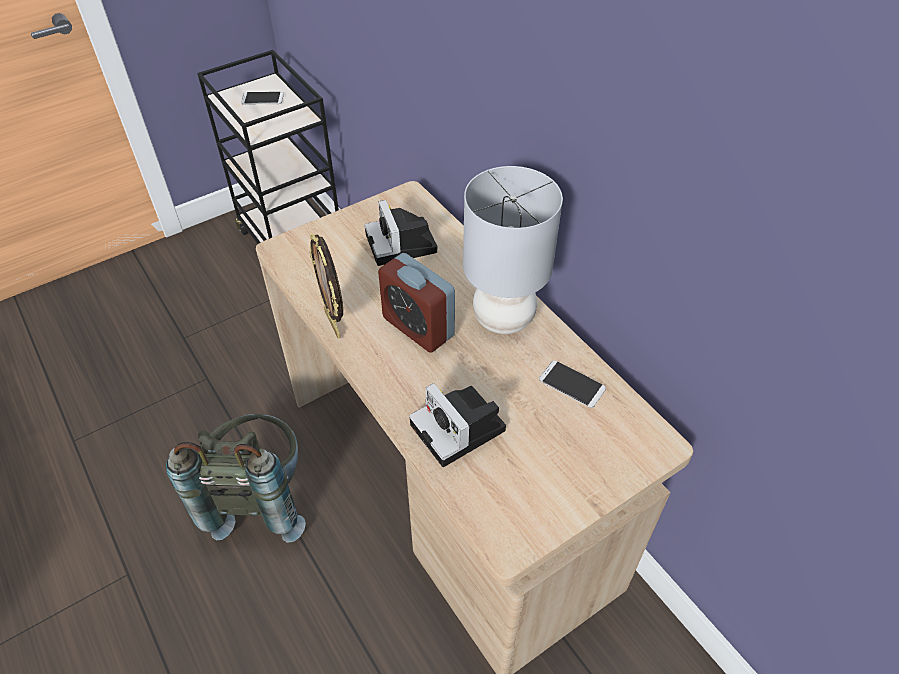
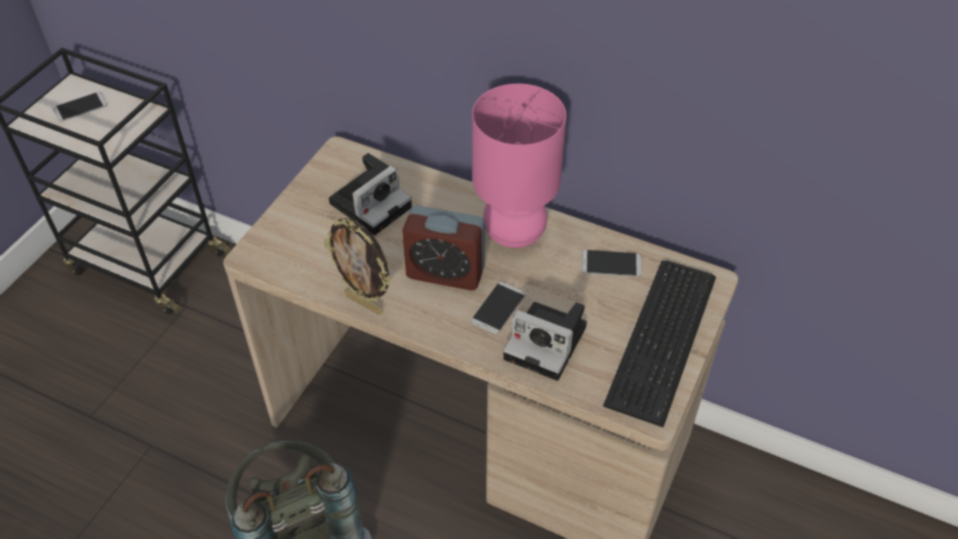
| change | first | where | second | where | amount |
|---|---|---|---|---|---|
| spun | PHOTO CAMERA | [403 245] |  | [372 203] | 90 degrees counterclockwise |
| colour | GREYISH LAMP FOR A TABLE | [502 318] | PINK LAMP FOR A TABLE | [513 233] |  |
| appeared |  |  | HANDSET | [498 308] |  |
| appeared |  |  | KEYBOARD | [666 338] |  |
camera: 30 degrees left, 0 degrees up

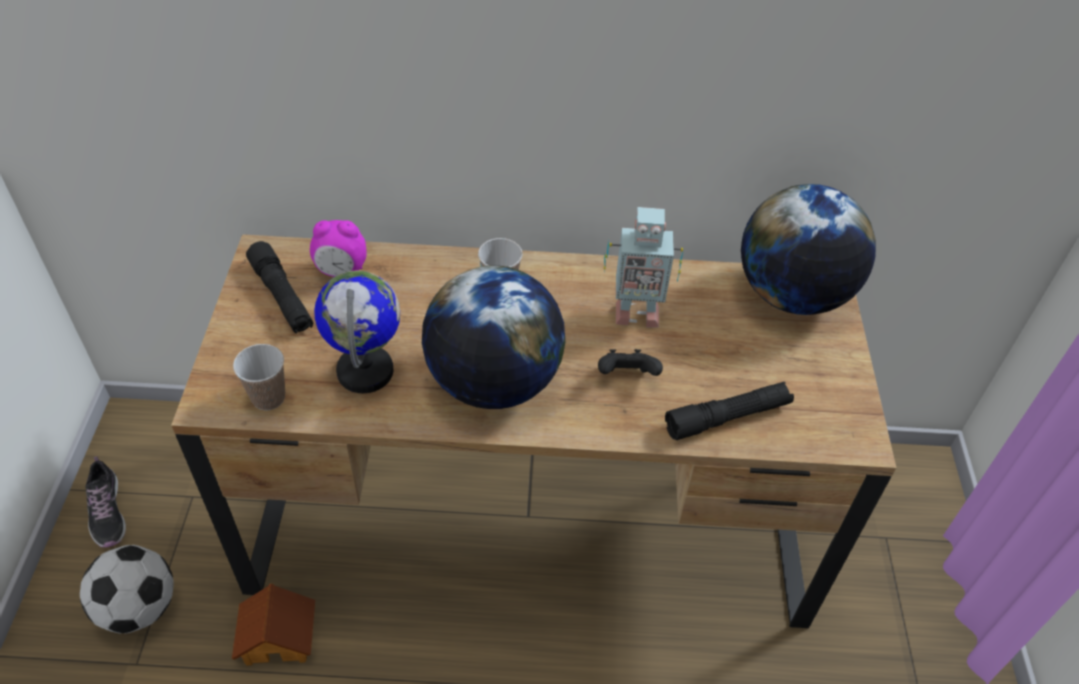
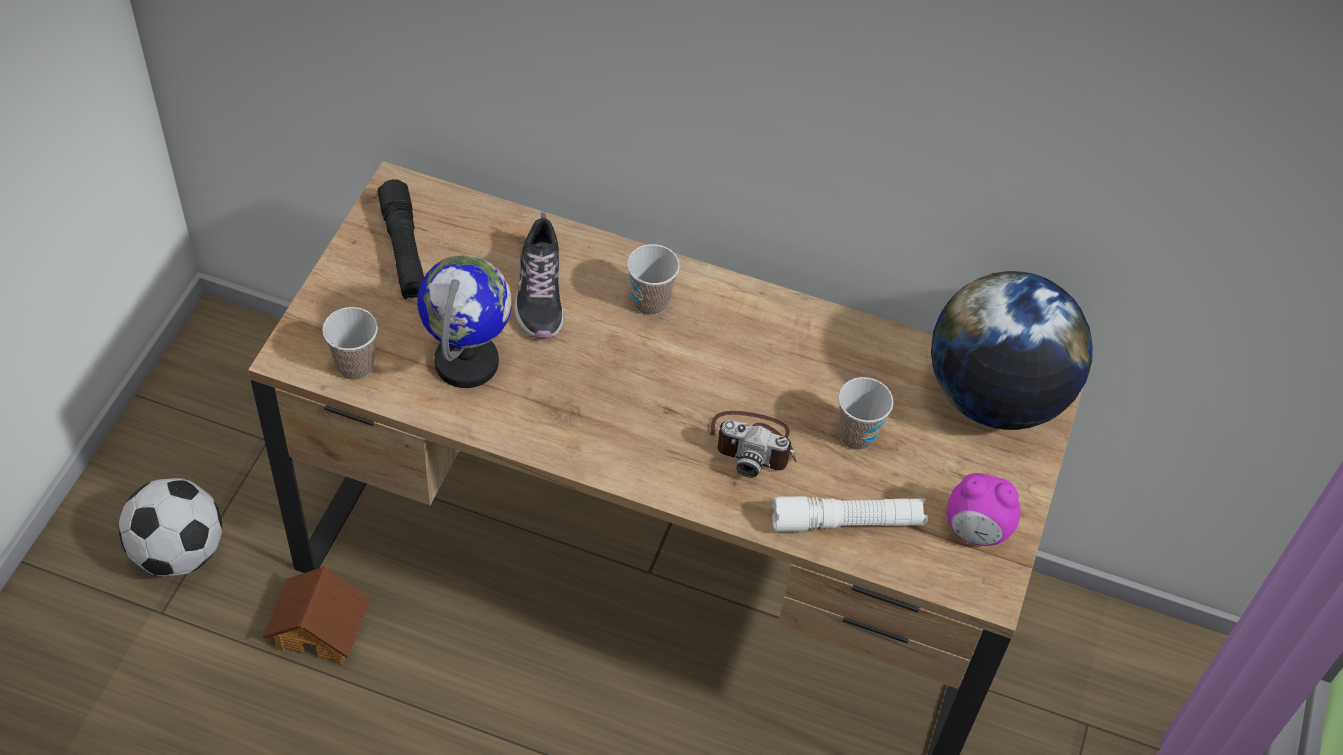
| change | first | where | second | where | amount |
|---|---|---|---|---|---|
| relocated | ITEM OF FOOTWEAR | [107 512] |  | [540 293] |  |
| relocated | BEDSIDE CLOCK | [341 270] |  | [976 530] |  |
| missing | DESK GLOBE | [493 382] |  |  |  |
| exchanged | BLACK JOYPAD | [627 376] | PHOTO CAMERA | [753 444] |  |
| missing | MODEL ROBOT | [635 312] |  |  |  |
| colour | BLACK HAND TORCH | [727 417] | WHITISH HAND TORCH | [847 522] |  |
| appeared |  |  | CUP | [857 435] |  |
camera: 15 degrees right, 5 degrees up

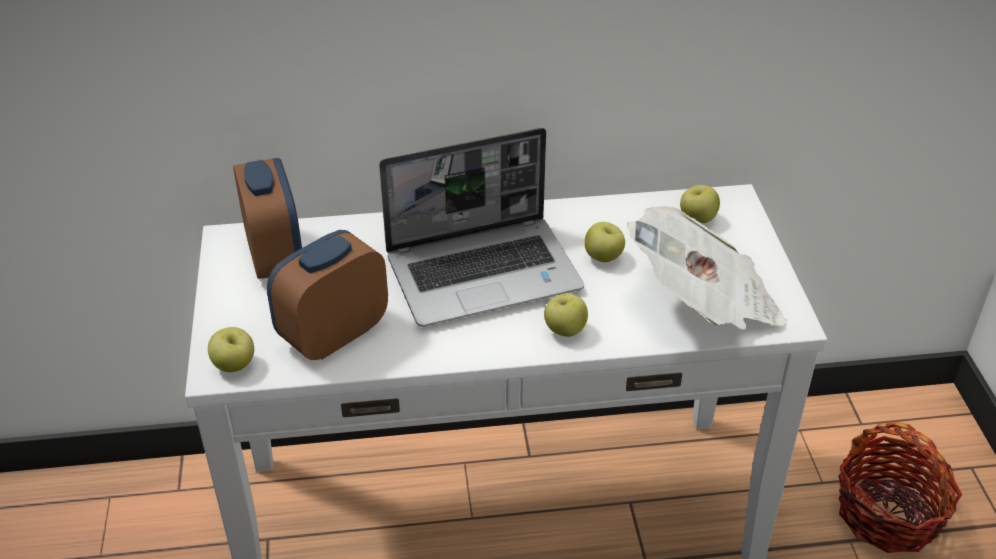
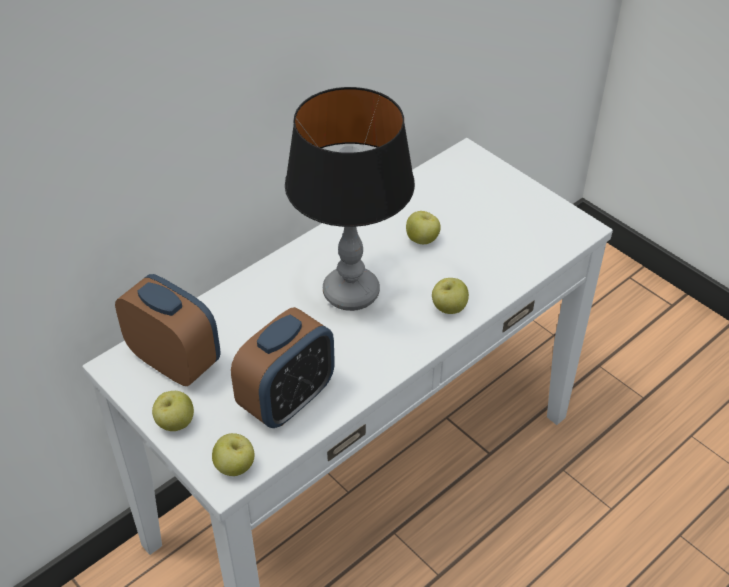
| change | first | where | second | where | amount |
|---|---|---|---|---|---|
| spun | BEDSIDE CLOCK | [333 335] |  | [287 400] | 150 degrees counterclockwise |
| exchanged | LAPTOP | [485 272] | LAMP FOR A TABLE | [351 292] |  |
| missing | PRINTED PAPER | [704 303] |  |  |  |
| relocated | APPLE | [697 219] |  | [175 423] |  |
| missing | STORAGE BASKET | [888 514] |  |  |  |
camera: 35 degrees left, 5 degrees up

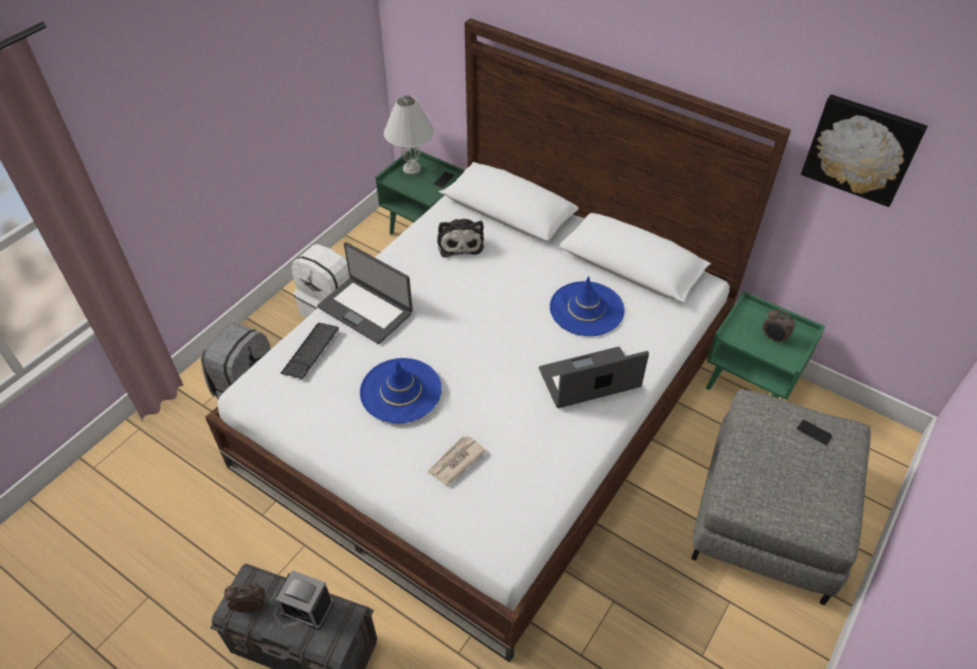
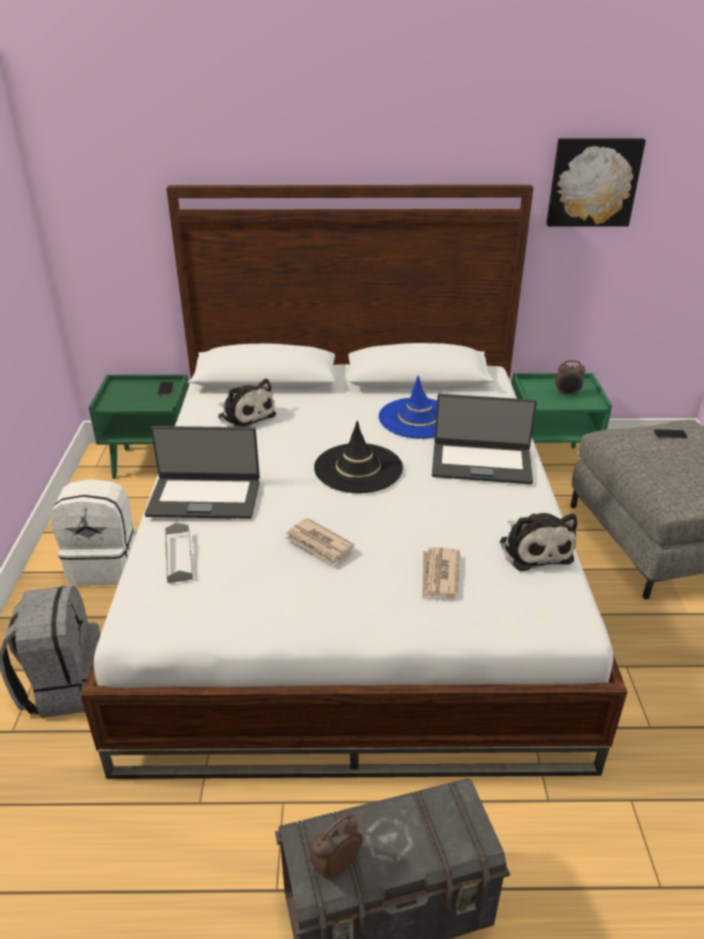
| change | first | where | second | where | amount |
|---|---|---|---|---|---|
| missing | BEDSIDE CLOCK | [307 608] |  |  |  |
| exchanged | KEYBOARD | [310 351] | GREYISH SERVING TRAY | [179 556] |  |
| exchanged | BLUE-COLOURED WEARABLE HAT | [401 390] | PRINTED PAPER | [319 544] |  |
| missing | WHITISH LAMP FOR A TABLE | [412 168] |  |  |  |
| spun | LAPTOP | [589 380] |  | [481 463] | 120 degrees counterclockwise |
| appeared |  |  | BLACK WEARABLE HAT | [358 468] |  |
| appeared |  |  | PLUSH TOY | [534 549] |  |
camera: 35 degrees left, 15 degrees down

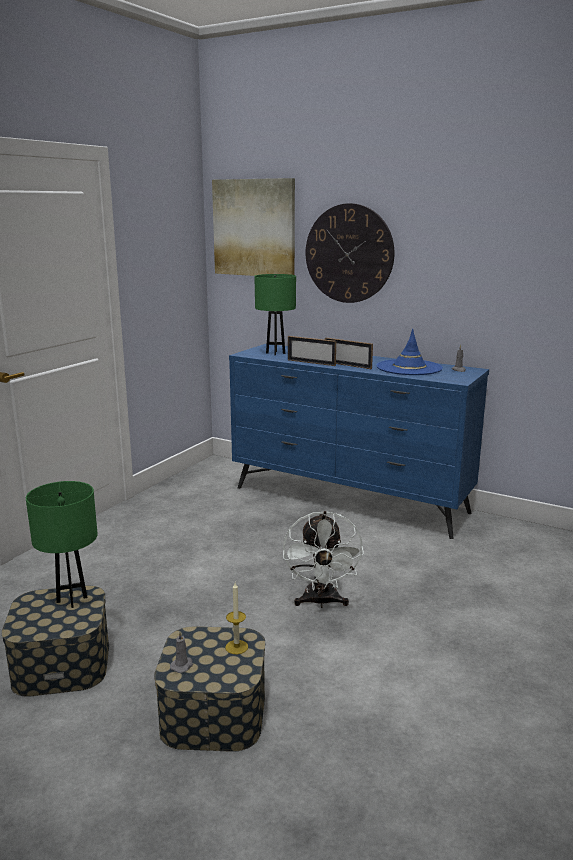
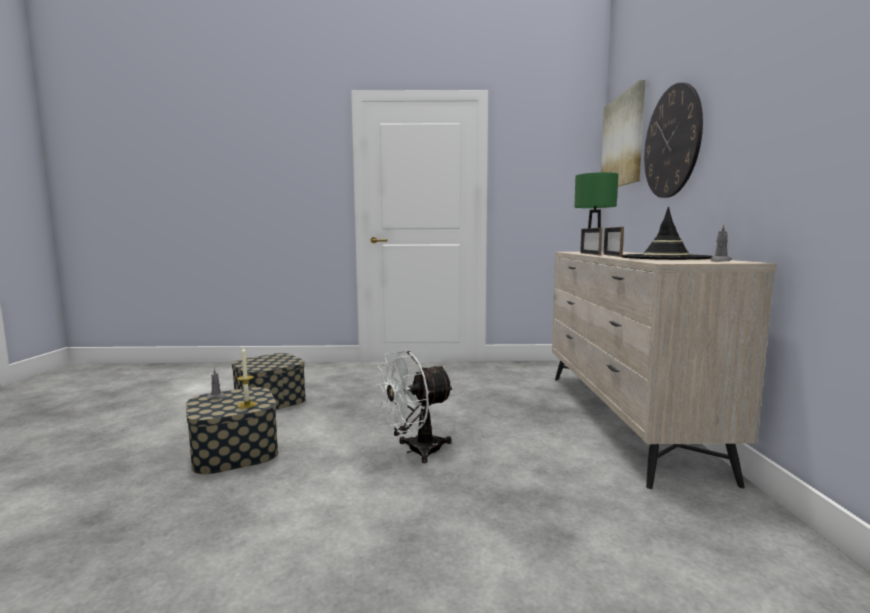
| change | first | where | second | where | amount |
|---|---|---|---|---|---|
| missing | GREEN-COLOURED LAMP FOR A TABLE | [71 599] |  |  |  |
| colour | BLUE-COLOURED DRESSER | [349 500] | BEIGE DRESSER | [622 419] |  |
| colour | BLUE-COLOURED WEARABLE HAT | [409 368] | BLACK WEARABLE HAT | [665 258] |  |
camera: 60 degrees right, 10 degrees down

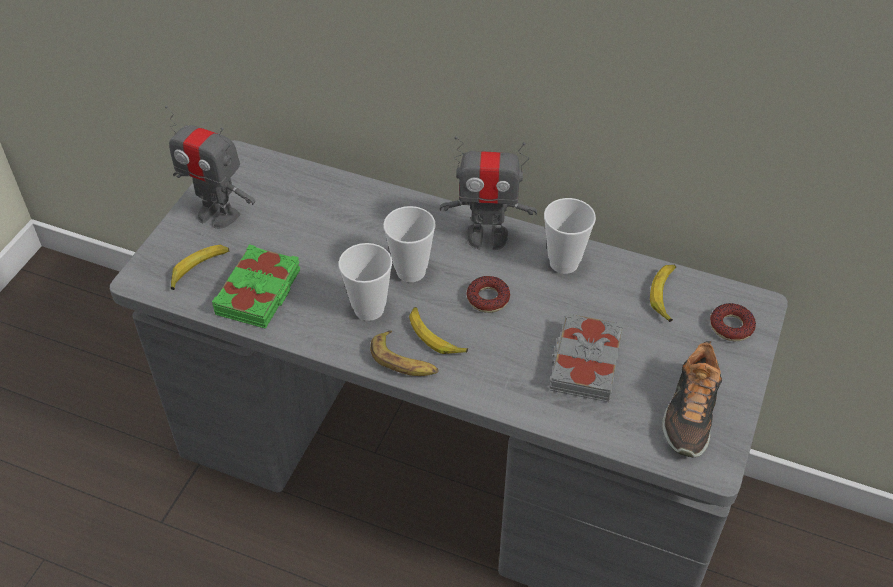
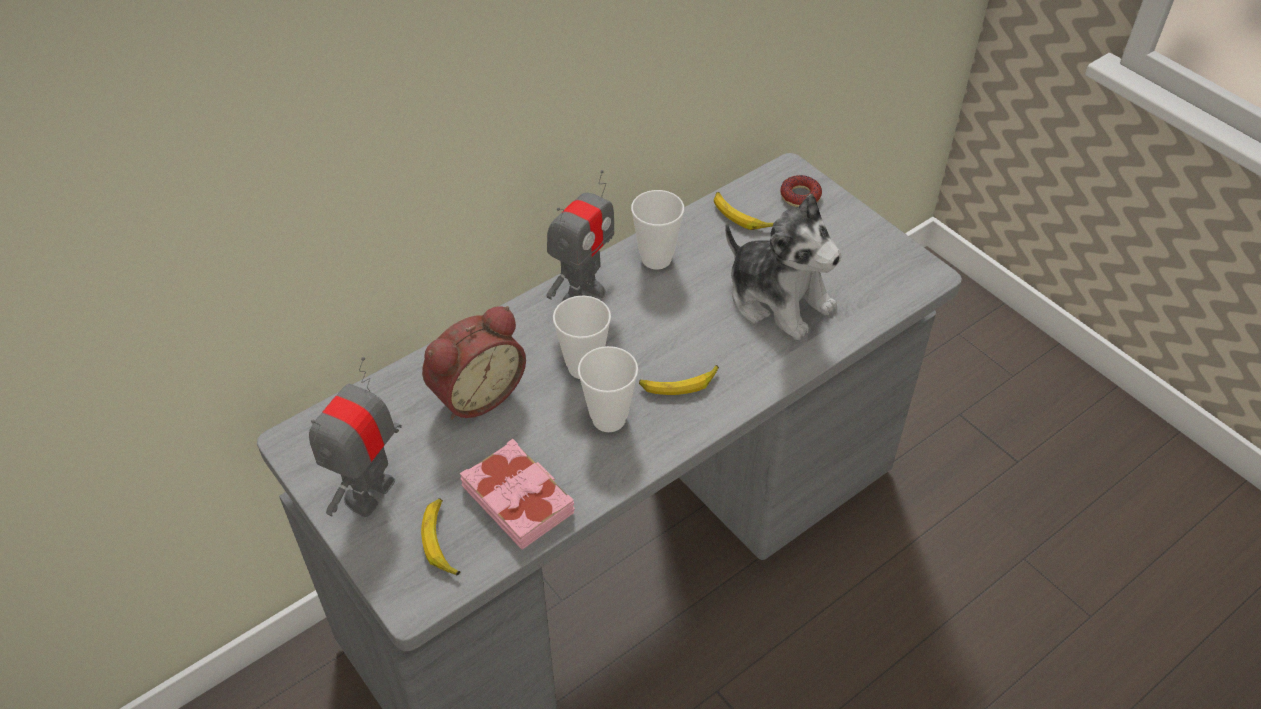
| change | first | where | second | where | amount |
|---|---|---|---|---|---|
| spun | MODEL ROBOT | [218 214] |  | [370 493] | 150 degrees clockwise |
| colour | GREEN-COLOURED BOUND BOOK | [259 292] | PINK BOUND BOOK | [519 499] |  |
| missing | BANANA | [404 361] |  |  |  |
| missing | DONUT | [488 298] |  |  |  |
| exchanged | GREYISH BOUND BOOK | [584 362] | PLUSH TOY | [778 299] |  |
| missing | ITEM OF FOOTWEAR | [690 411] |  |  |  |
| appeared |  |  | BEDSIDE CLOCK | [475 393] |  |
camera: 60 degrees left, 0 degrees up

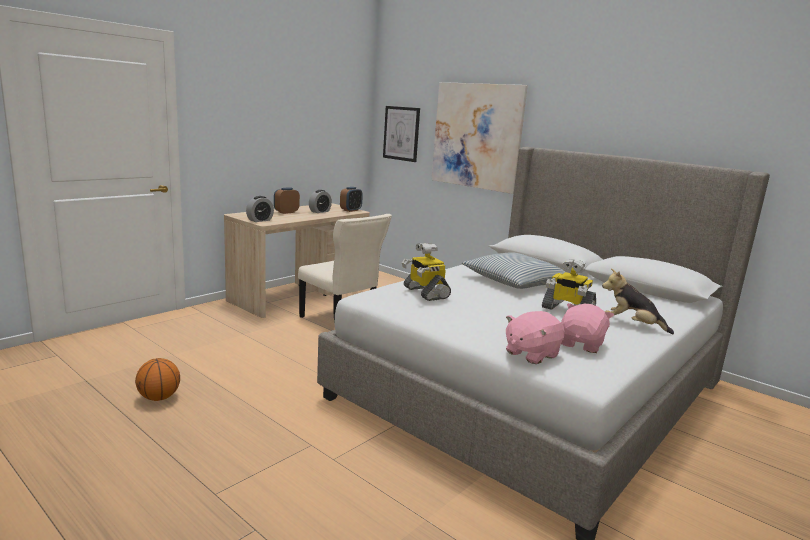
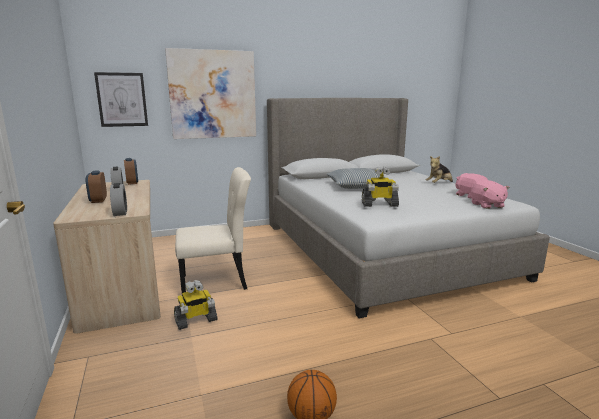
| change | first | where | second | where | amount |
|---|---|---|---|---|---|
| relocated | MODEL ROBOT | [567 310] |  | [196 321] |  |
camera: 60 degrees left, 0 degrees up

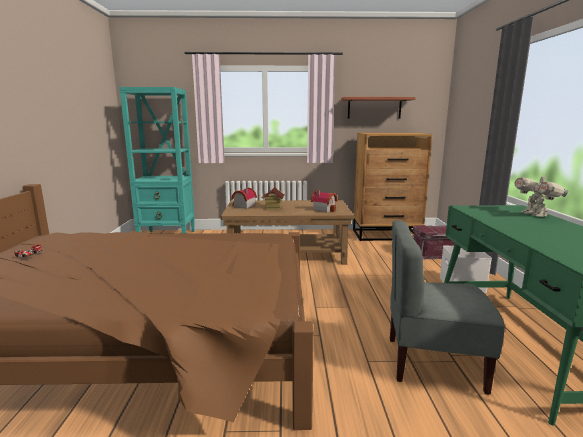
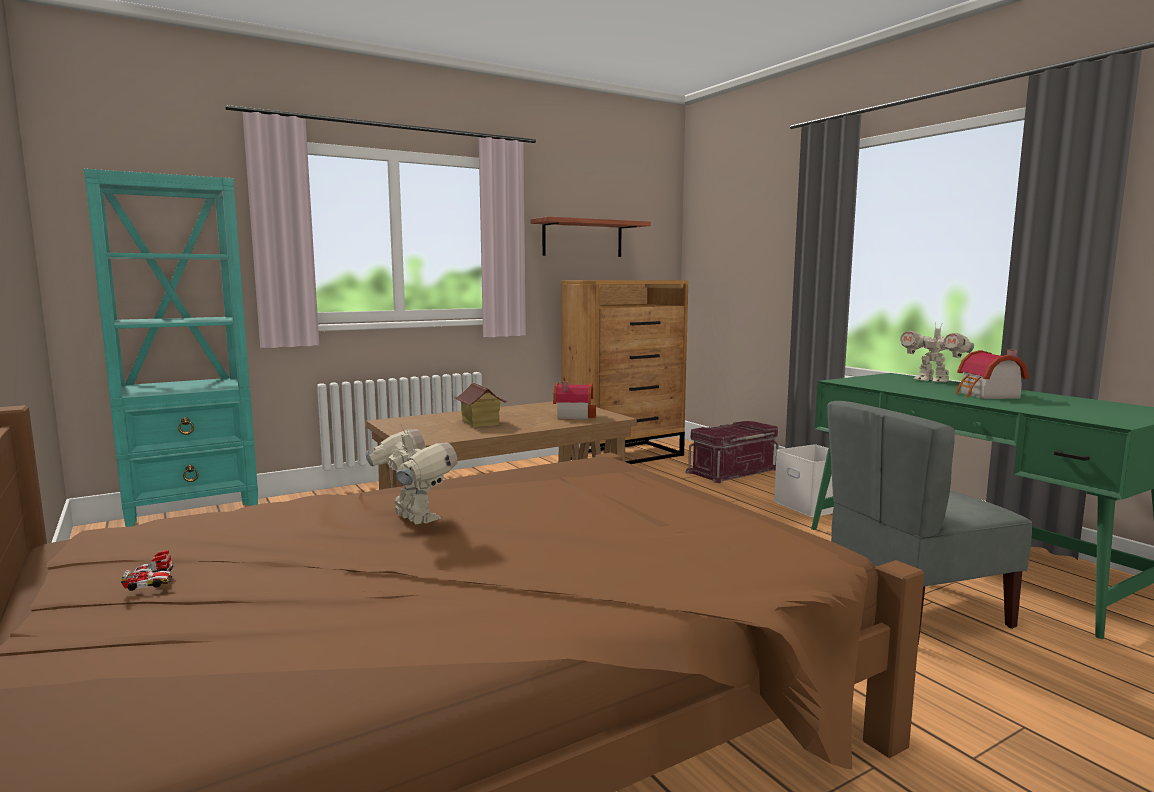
| change | first | where | second | where | amount |
|---|---|---|---|---|---|
| relocated | TOY HOUSE | [243 206] |  | [987 395] |  |
| appeared |  |  | MODEL ROBOT | [413 519] |  |
camera: 30 degrees left, 5 degrees down

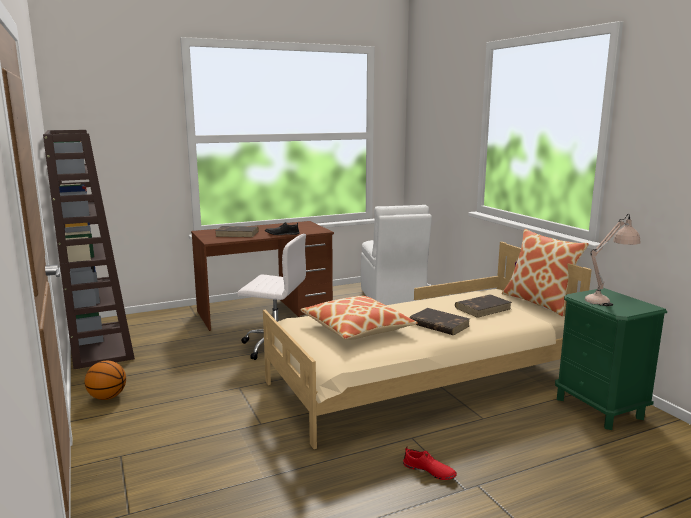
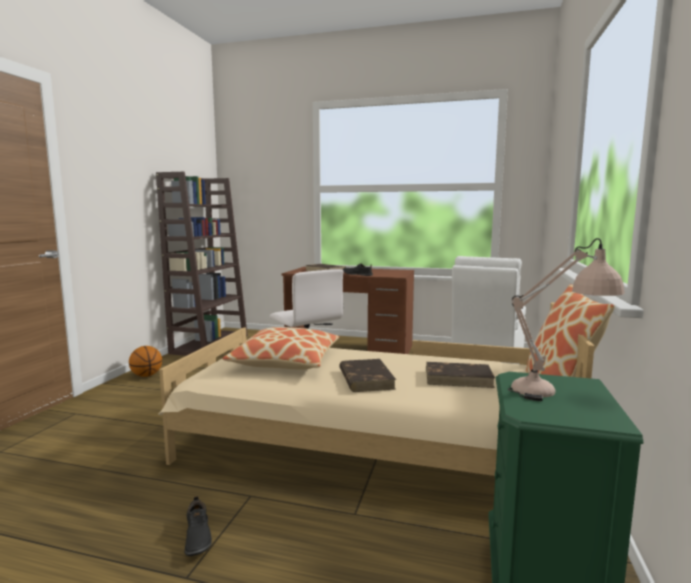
| change | first | where | second | where | amount |
|---|---|---|---|---|---|
| colour | RED ITEM OF FOOTWEAR | [429 471] | BLACK ITEM OF FOOTWEAR | [197 537] |  |
camera: 40 degrees right, 5 degrees down

